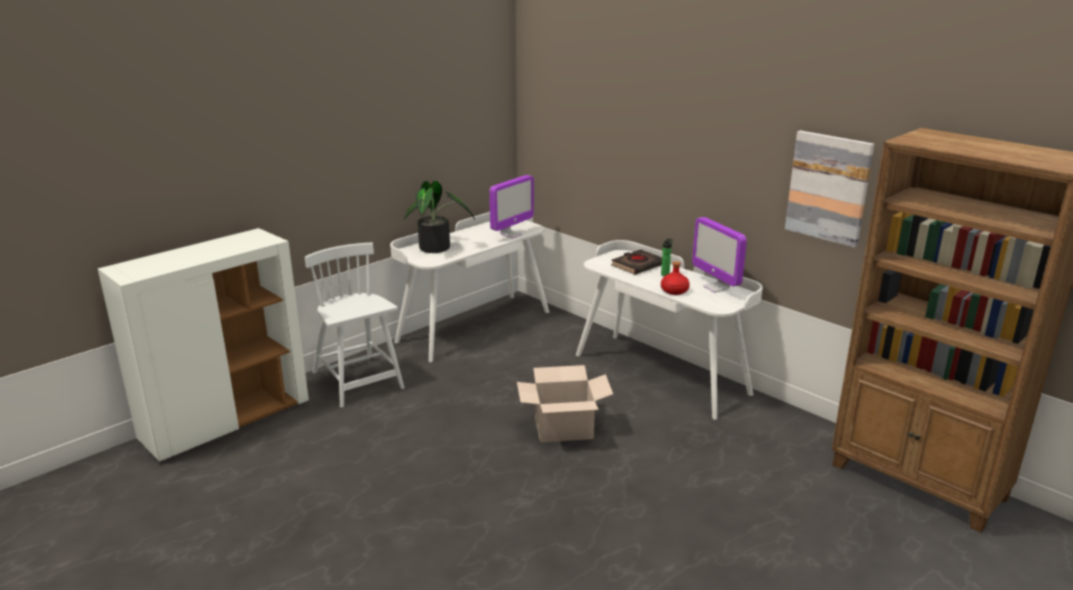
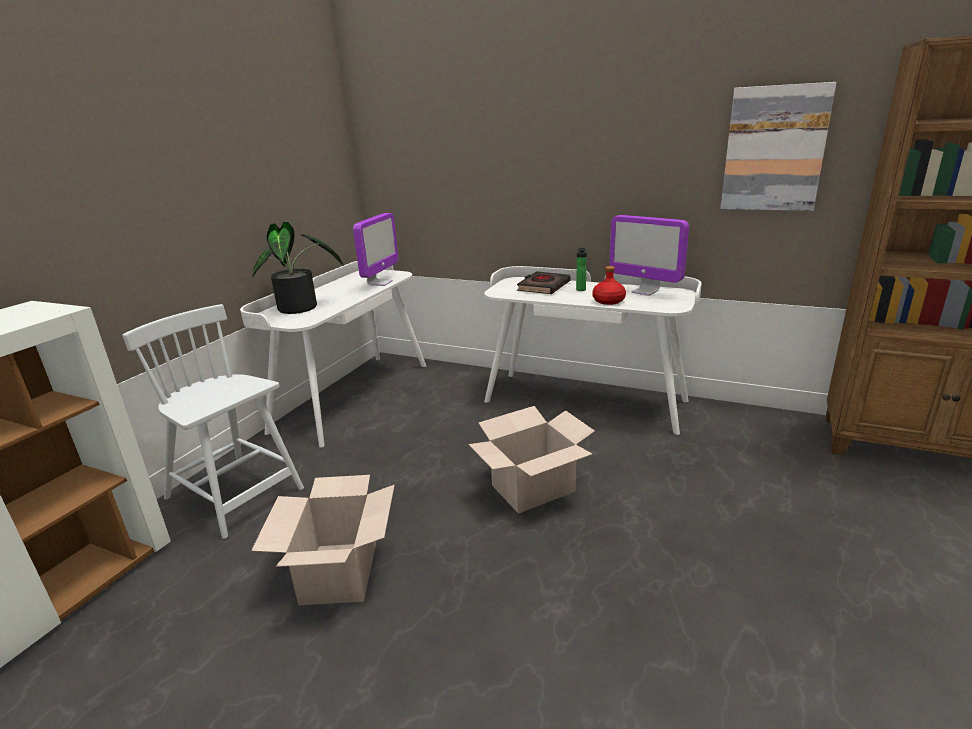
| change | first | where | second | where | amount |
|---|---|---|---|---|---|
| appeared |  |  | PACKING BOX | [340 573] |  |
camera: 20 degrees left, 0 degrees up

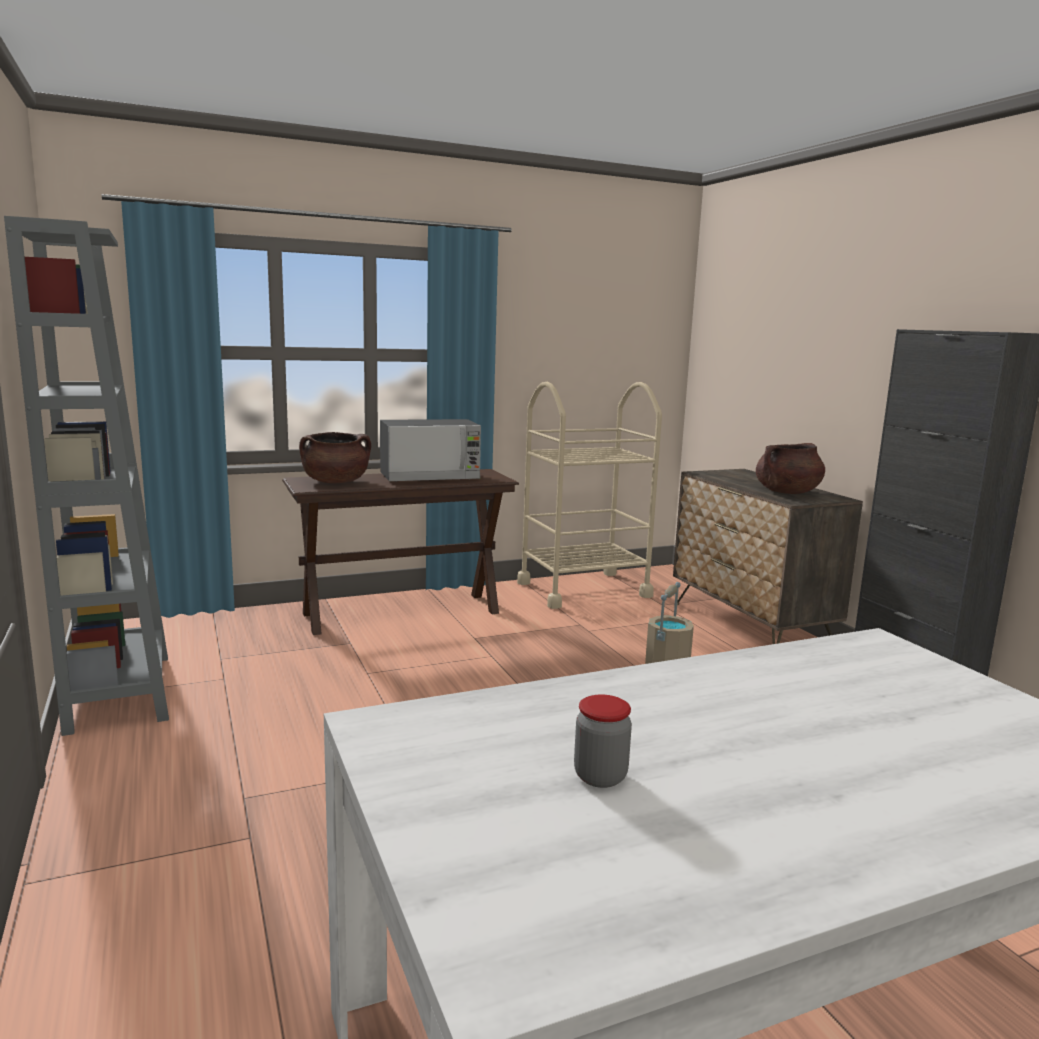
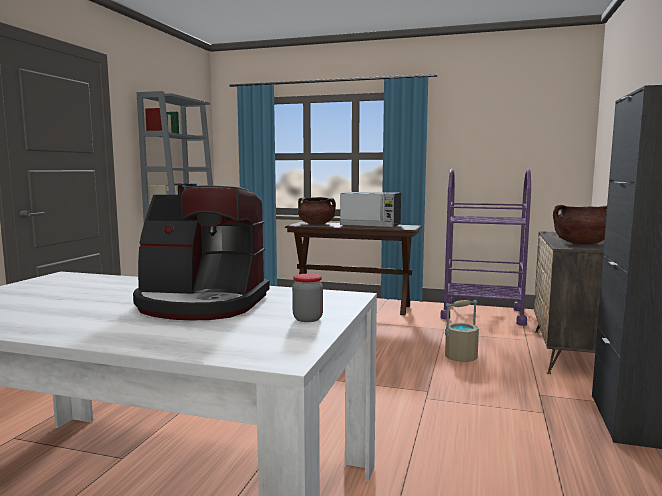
| change | first | where | second | where | amount |
|---|---|---|---|---|---|
| colour | BEIGE CART | [583 589] | PURPLISH CART | [482 314] |  |
| relocated | JAR | [600 776] |  | [307 319] |  |
| appeared |  |  | COFFEE MACHINE | [201 304] |  |
camera: 40 degrees right, 5 degrees down

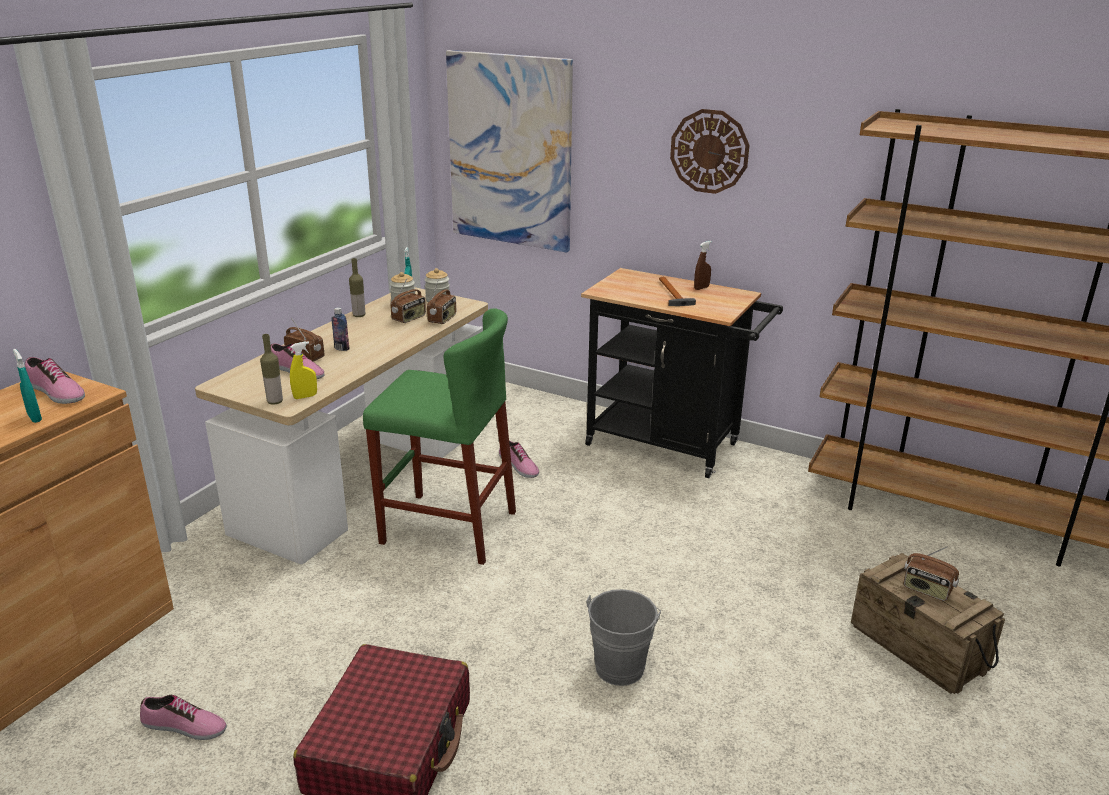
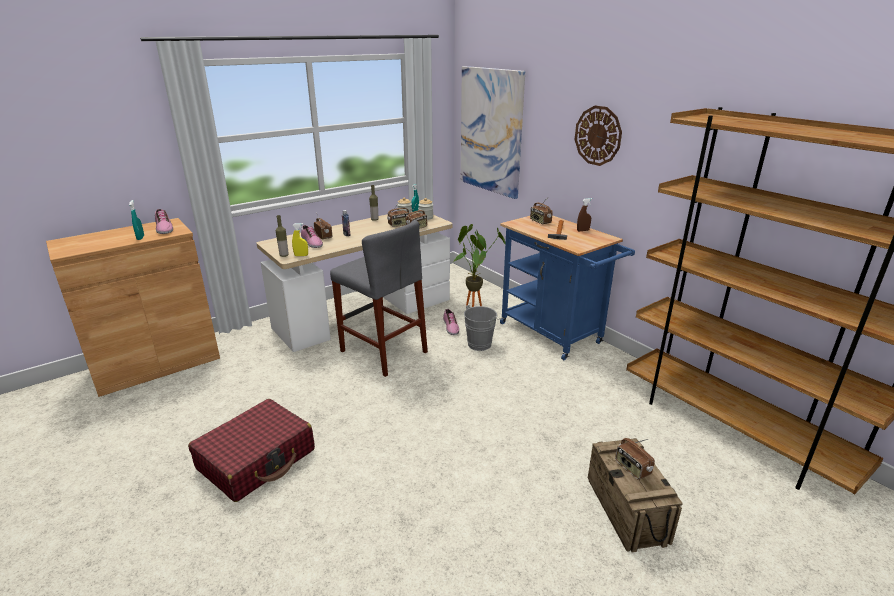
| change | first | where | second | where | amount |
|---|---|---|---|---|---|
| missing | ITEM OF FOOTWEAR | [184 727] |  |  |  |
| colour | GREEN-COLOURED STOOL SEAT | [448 527] | GREYISH STOOL SEAT | [383 351] |  |
| colour | BLACK CART | [671 446] | BLUE-COLOURED CART | [555 335] |  |
| relocated | GREYISH BUCKET | [621 664] |  | [481 343] |  |
| appeared |  |  | PLANT IN A POT | [475 305] |  |
| appeared |  |  | RADIO RECEIVER | [540 221] |  |
camera: 25 degrees right, 0 degrees up

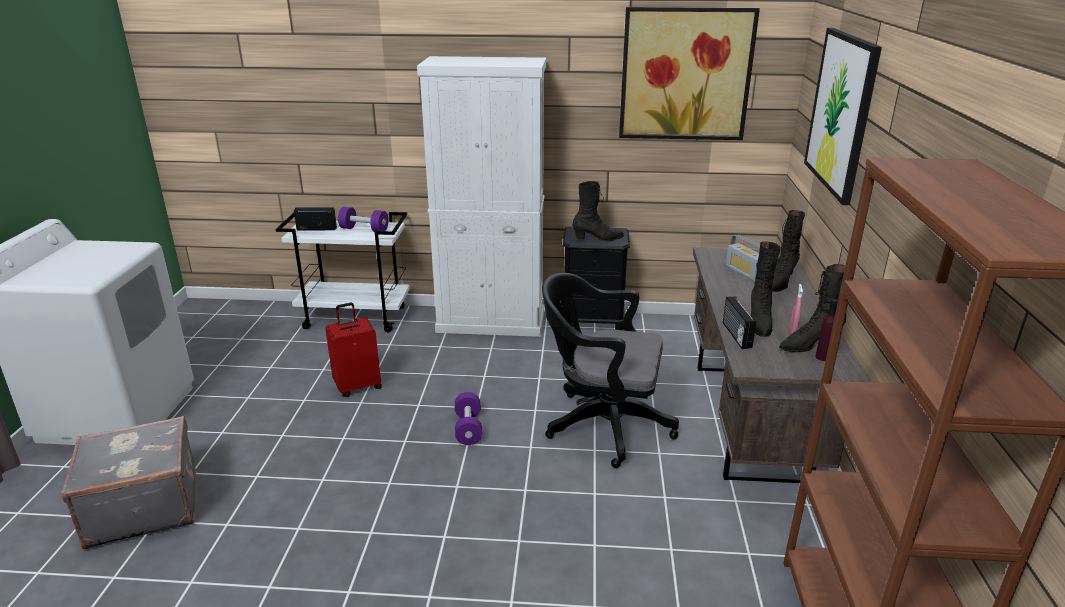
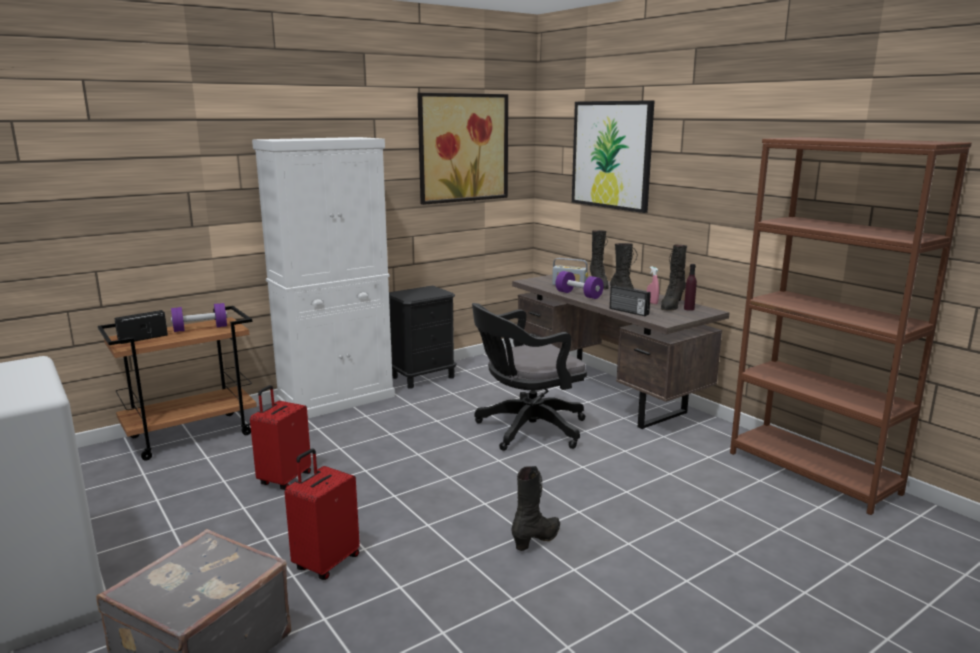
| change | first | where | second | where | amount |
|---|---|---|---|---|---|
| colour | WHITISH CART | [356 317] | BROWNISH CART | [192 435] |  |
| relocated | PURPLISH DUMBBELL | [468 428] |  | [578 295] |  |
| relocated | BLACK TALL BOOT | [598 239] |  | [537 539] |  |
| appeared |  |  | RED SUITCASE | [326 563] |  |
camera: 40 degrees left, 10 degrees down

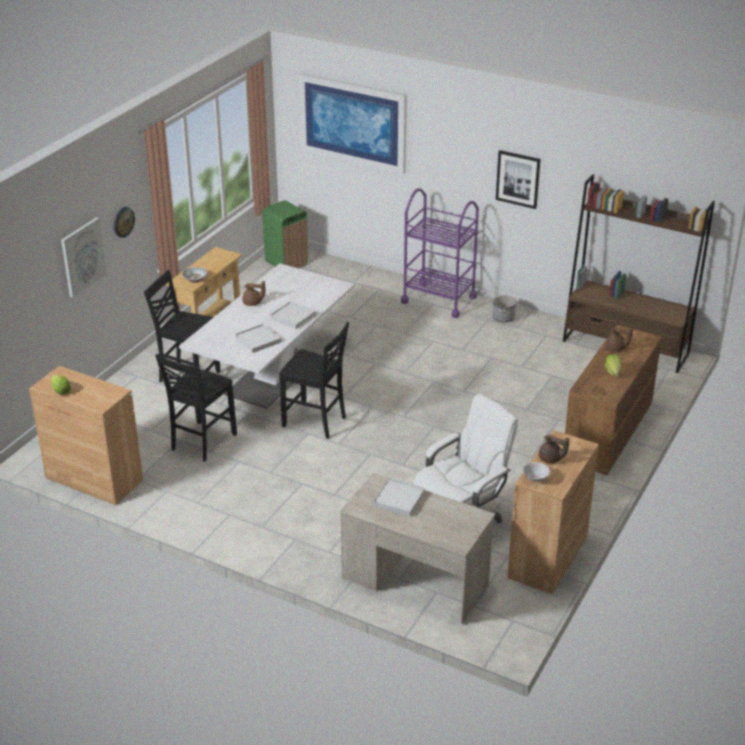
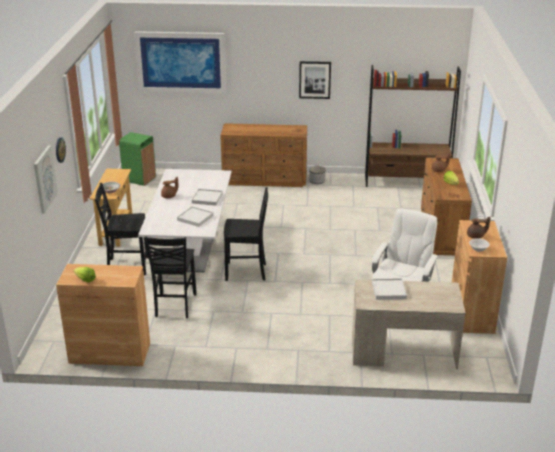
| change | first | where | second | where | amount |
|---|---|---|---|---|---|
| exchanged | PURPLISH CART | [438 299] | BROWNISH DRESSER | [265 180] |  |
camera: 25 degrees left, 5 degrees down

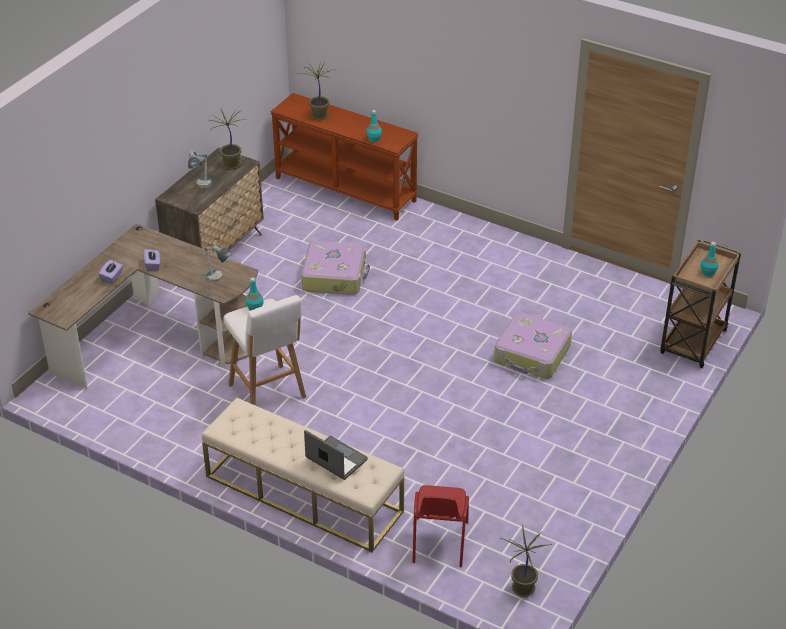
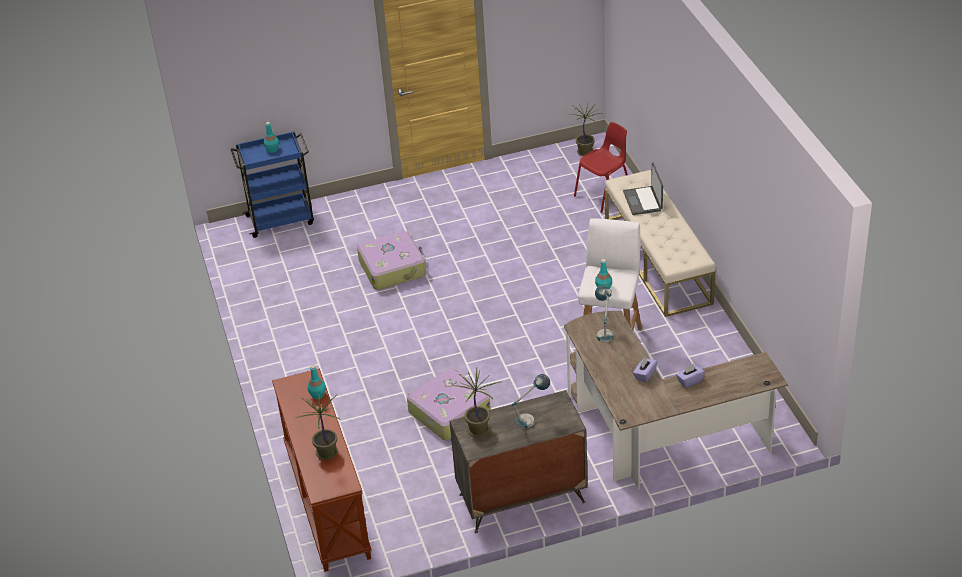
| change | first | where | second | where | amount |
|---|---|---|---|---|---|
| colour | BROWNISH CART | [693 343] | BLUE-COLOURED CART | [281 219] |  |
camera: 135 degrees left, 0 degrees up

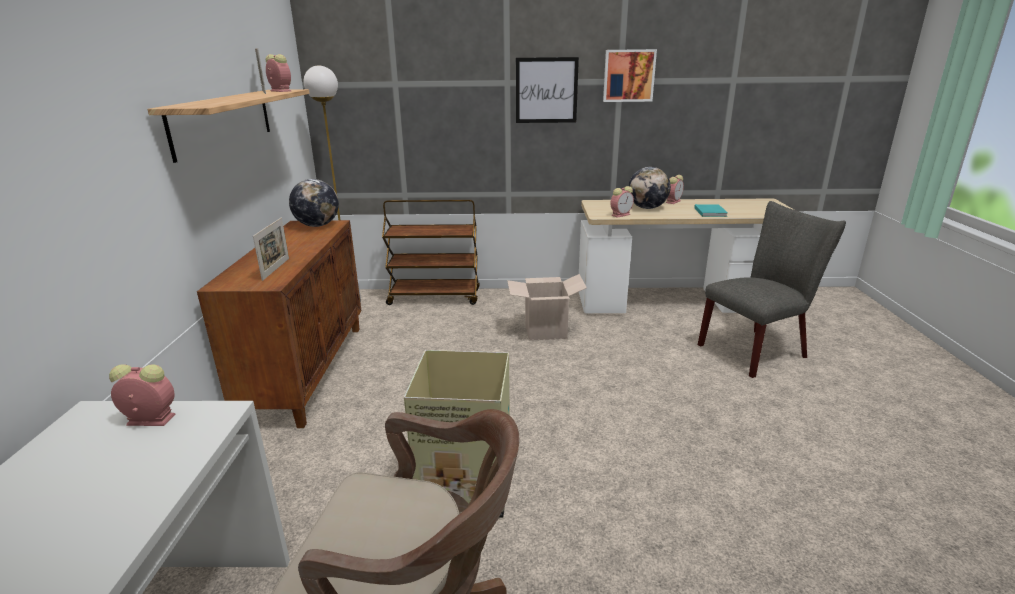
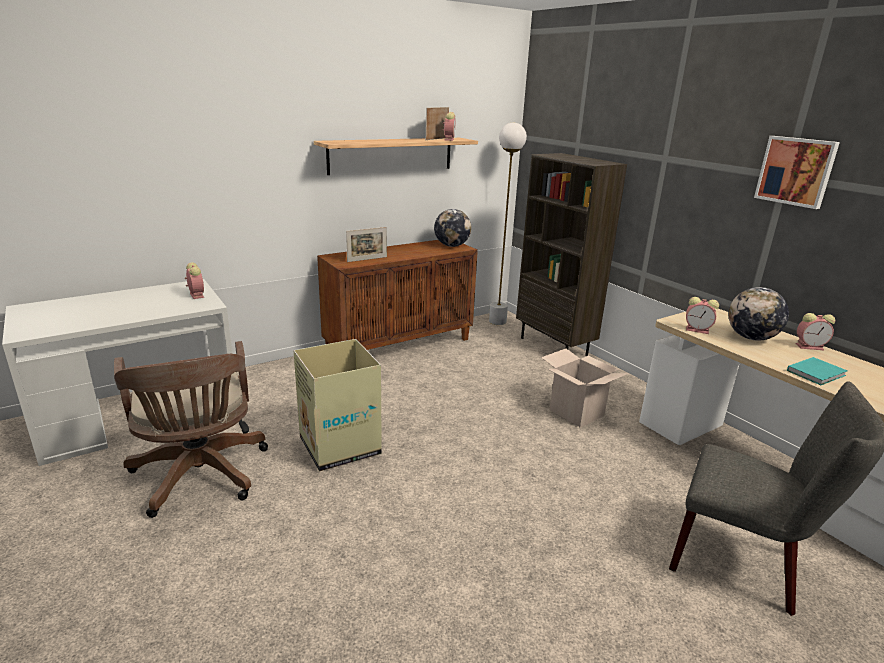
| change | first | where | second | where | amount |
|---|---|---|---|---|---|
| exchanged | BROWNISH CART | [435 297] | BROWNISH SHELVING UNIT | [554 346] |  |
| missing | PICTURE | [546 90] |  |  |  |
camera: 55 degrees right, 0 degrees up

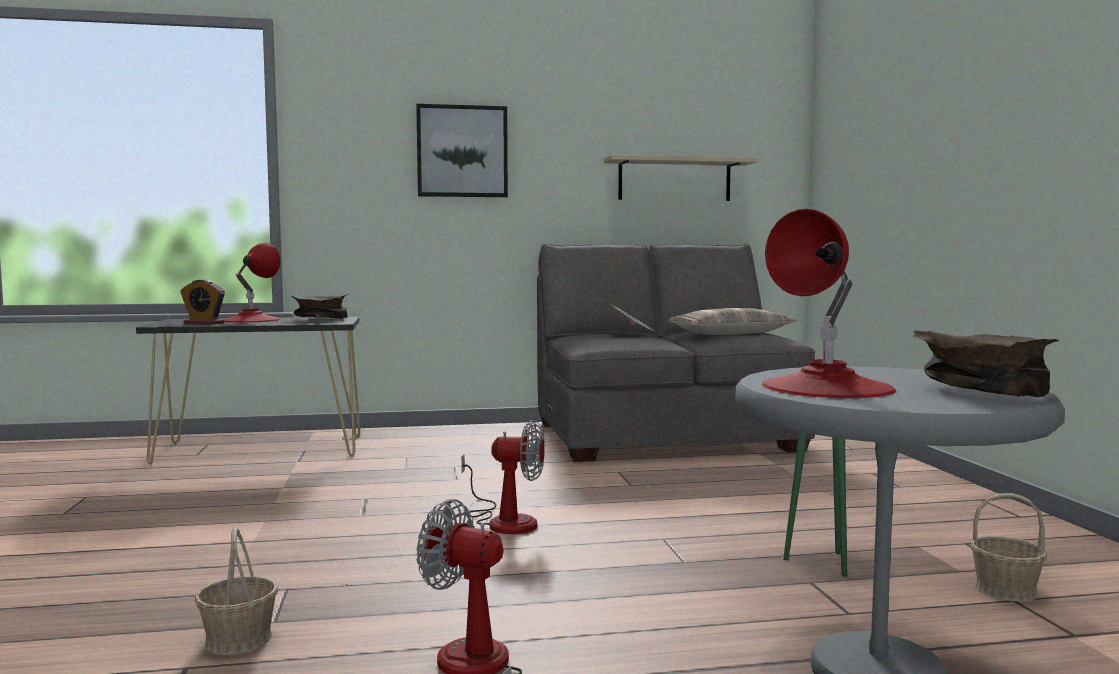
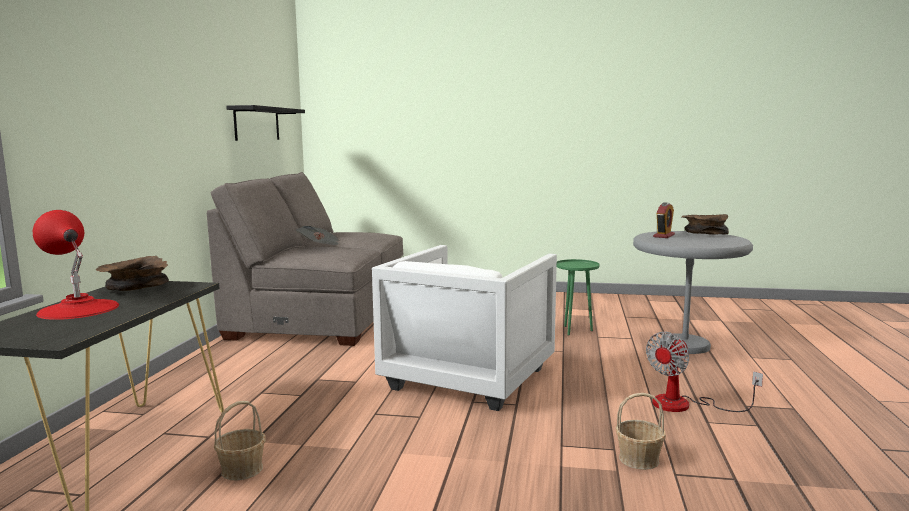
| change | first | where | second | where | amount |
|---|---|---|---|---|---|
| relocated | BEDSIDE CLOCK | [204 323] |  | [664 236] |  |
| missing | PICTURE | [462 151] |  |  |  |
| exchanged | ELECTRIC FAN | [504 521] | WHITISH ARMCHAIR | [469 378] |  |
| colour | BEIGE BRACKET SHELF | [674 180] | BLACK BRACKET SHELF | [257 124] |  |
| missing | PILLOW | [730 334] |  |  |  |
| missing | RED LAMP FOR A TABLE | [827 387] |  |  |  |
| relocated | STORAGE BASKET | [1006 590] |  | [242 469] |  |
camera: 70 degrees left, 5 degrees up

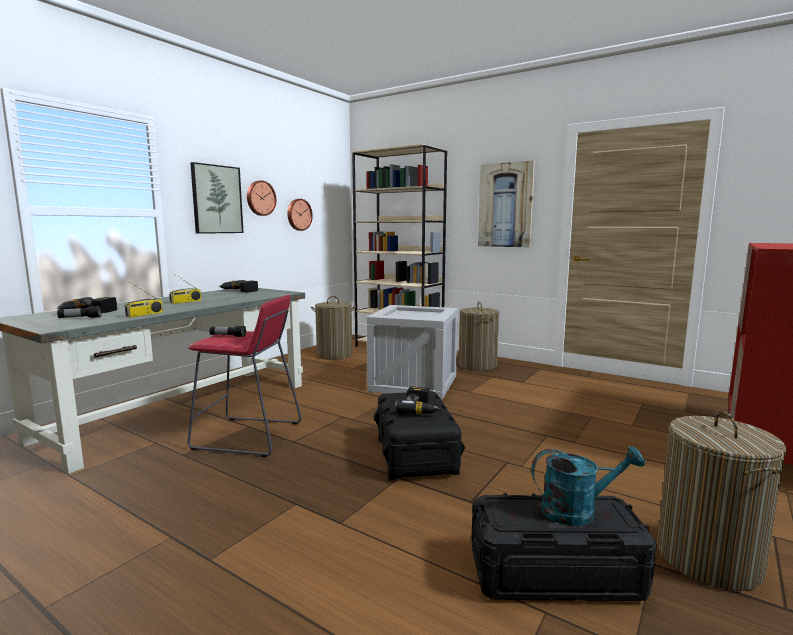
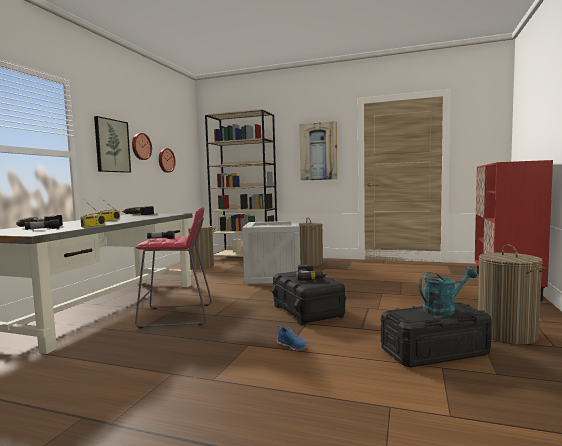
| change | first | where | second | where | amount |
|---|---|---|---|---|---|
| appeared |  |  | BLUE-COLOURED ITEM OF FOOTWEAR | [293 346] |  |
camera: 15 degrees left, 5 degrees down

